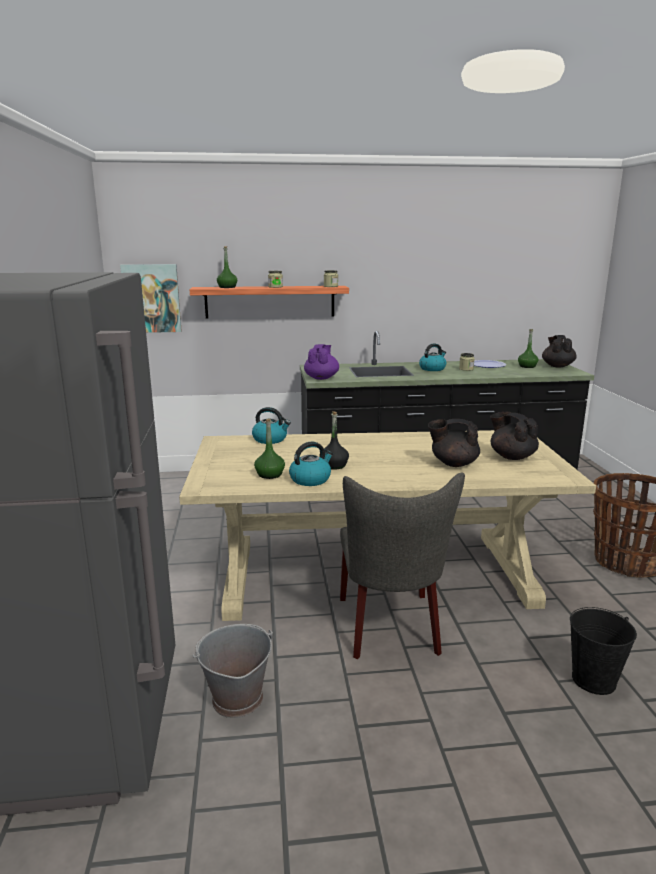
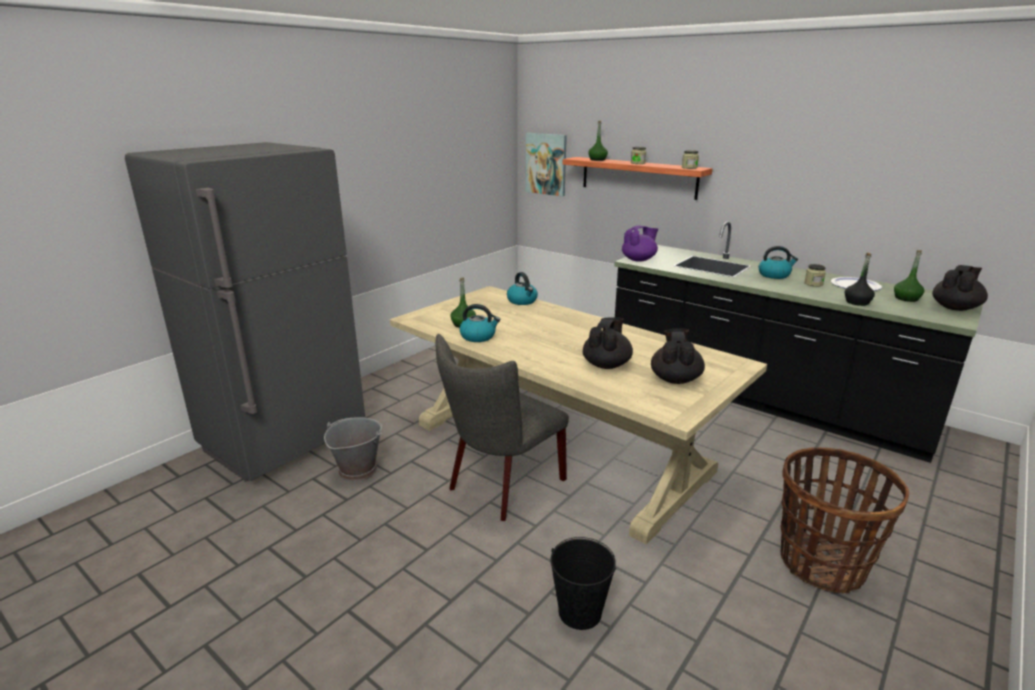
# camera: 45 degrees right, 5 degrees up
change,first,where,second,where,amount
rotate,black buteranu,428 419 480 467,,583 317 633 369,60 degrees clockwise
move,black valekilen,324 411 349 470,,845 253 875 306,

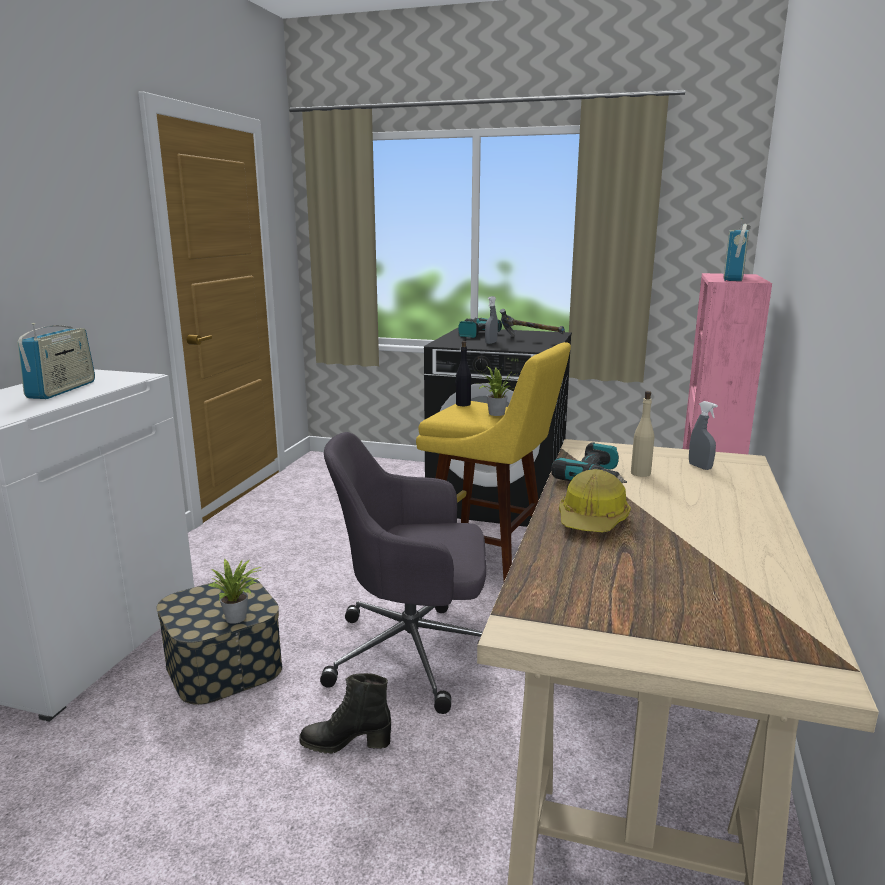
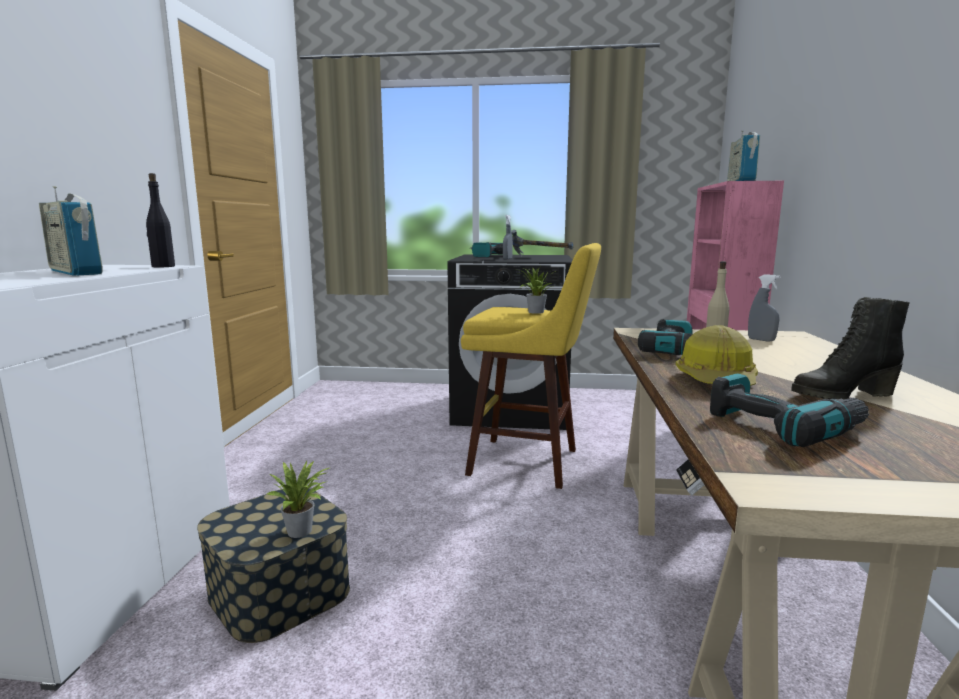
# camera: 10 degrees left, 5 degrees down
change,first,where,second,where,amount
rotate,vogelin,17 323 95 399,,39 186 103 276,135 degrees clockwise
move,black valekilen,455 341 471 406,,146 173 175 267,
insert,,,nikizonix,710 373 869 447,
move,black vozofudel,299 673 391 754,,791 297 910 400,
delete,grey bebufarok,320 432 486 714,,,

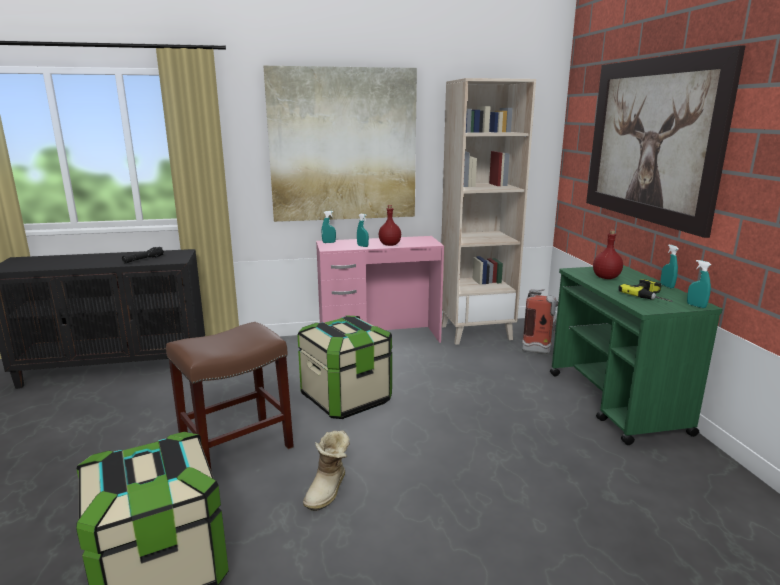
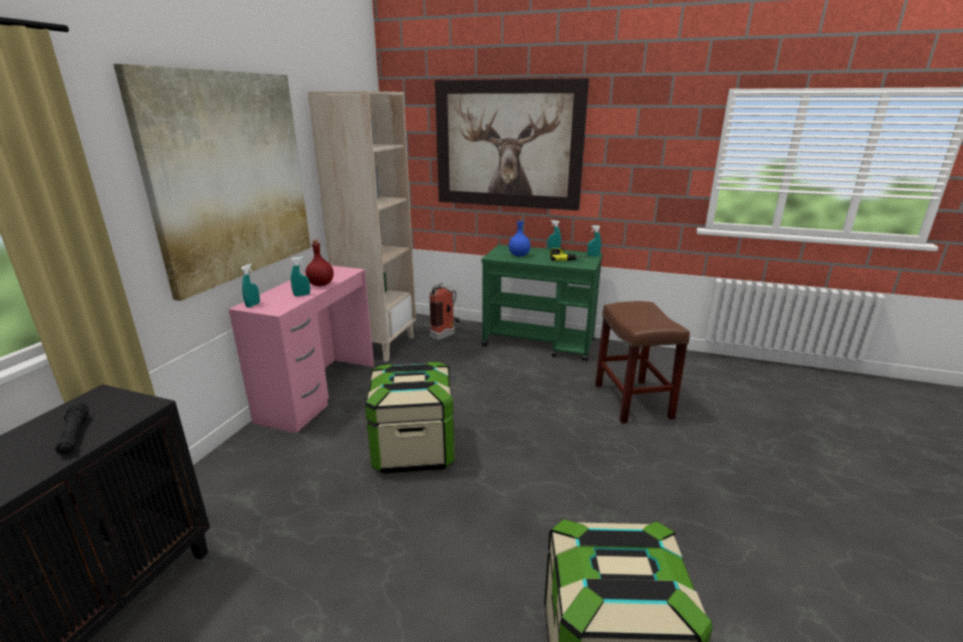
# camera: 60 degrees left, 5 degrees up
change,first,where,second,where,amount
recolor,red valekilen,593 230 623 279,blue valekilen,509 218 531 256,
move,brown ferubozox,166 322 294 469,,595 301 690 424,
delete,vozofudel,303 431 350 511,,,

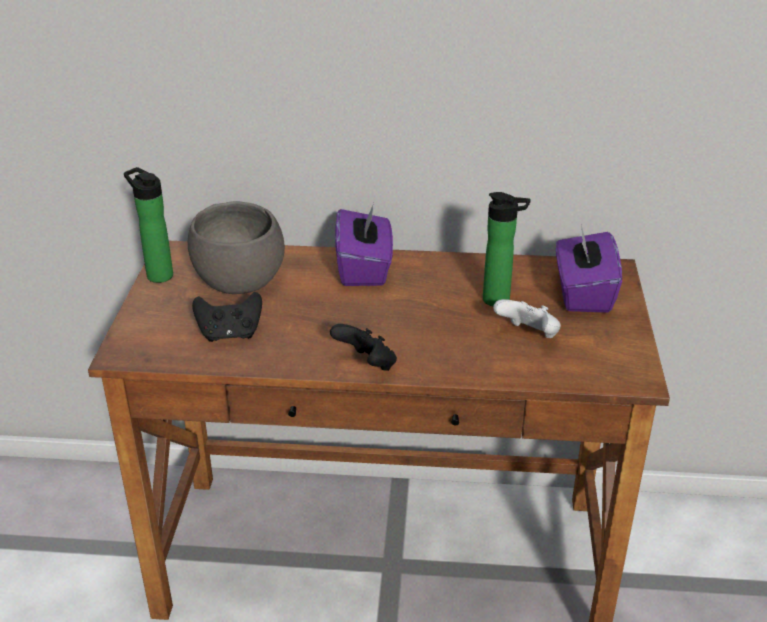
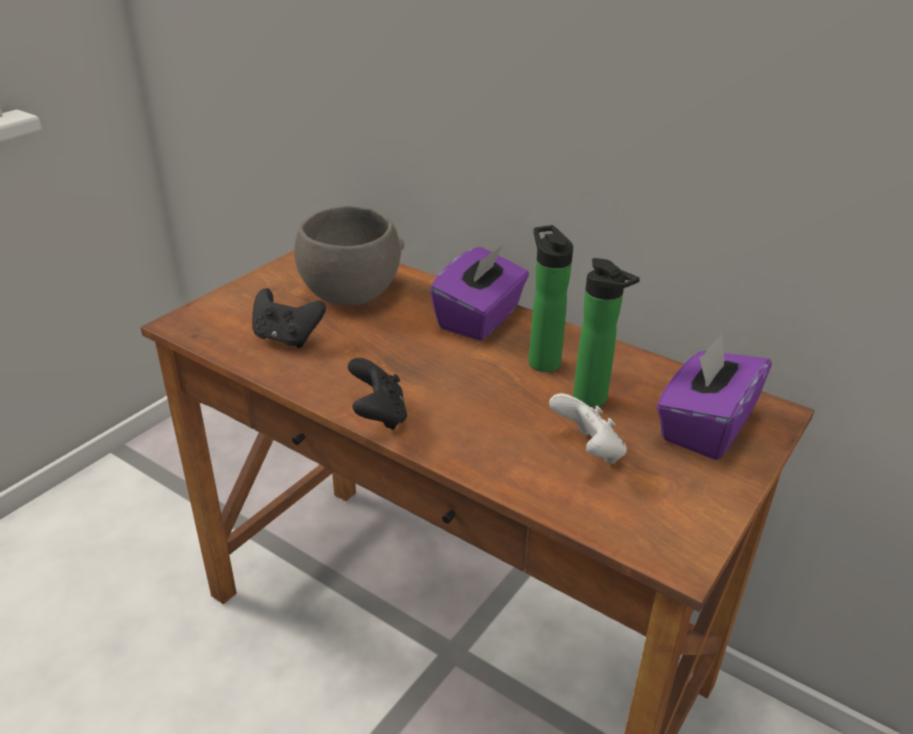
# camera: 30 degrees right, 0 degrees up
change,first,where,second,where,amount
move,valekilen,124 167 173 283,,529 225 573 372,

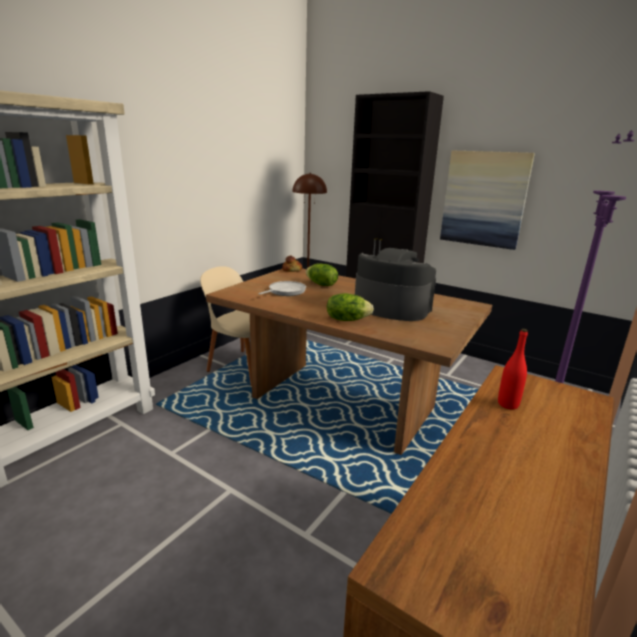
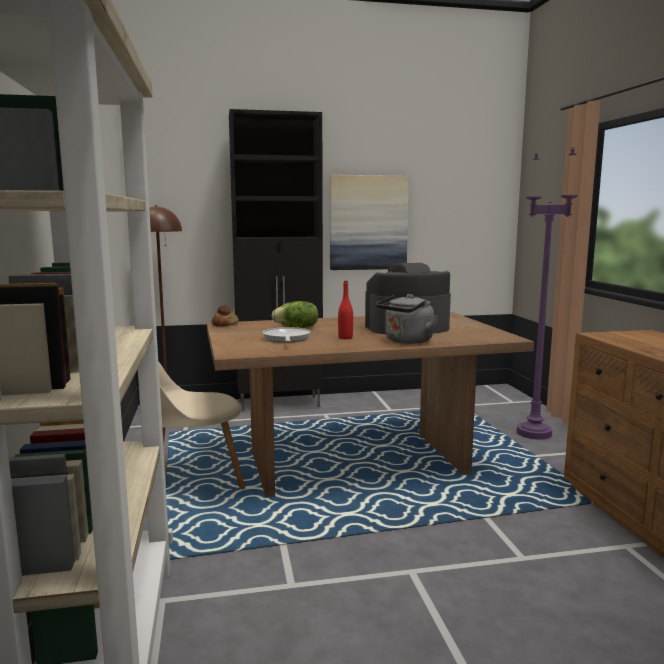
# camera: 45 degrees left, 10 degrees down
change,first,where,second,where,amount
move,red valekilen,498 329 528 409,,338 281 353 339,
replace,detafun,327 293 374 321,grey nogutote,376 294 439 344,

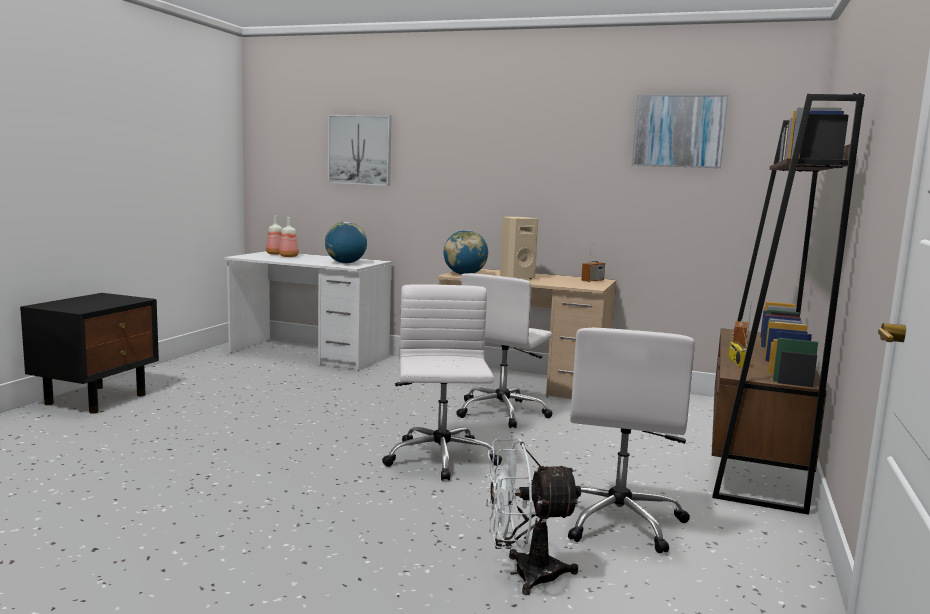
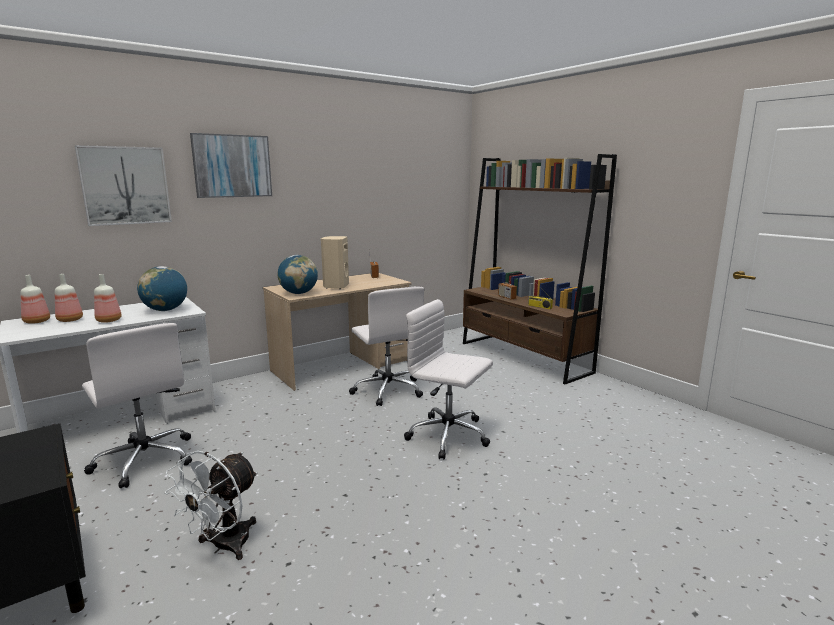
# camera: 55 degrees left, 5 degrees up
change,first,where,second,where,amount
move,white bebufarok,568 328 695 554,,82 323 192 488,
insert,,,valekilen,94 274 122 323,
move,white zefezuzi,486 439 582 595,,165 451 258 560,
move,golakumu,632 95 728 168,,190 133 272 198,

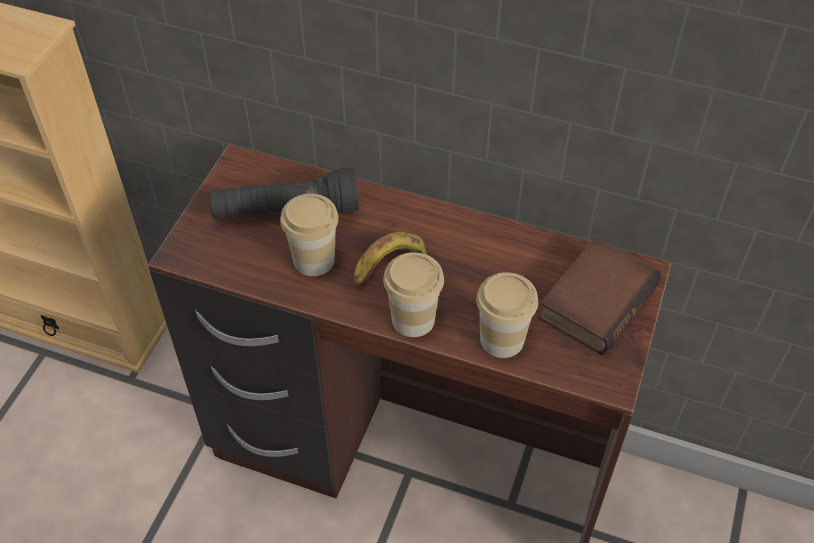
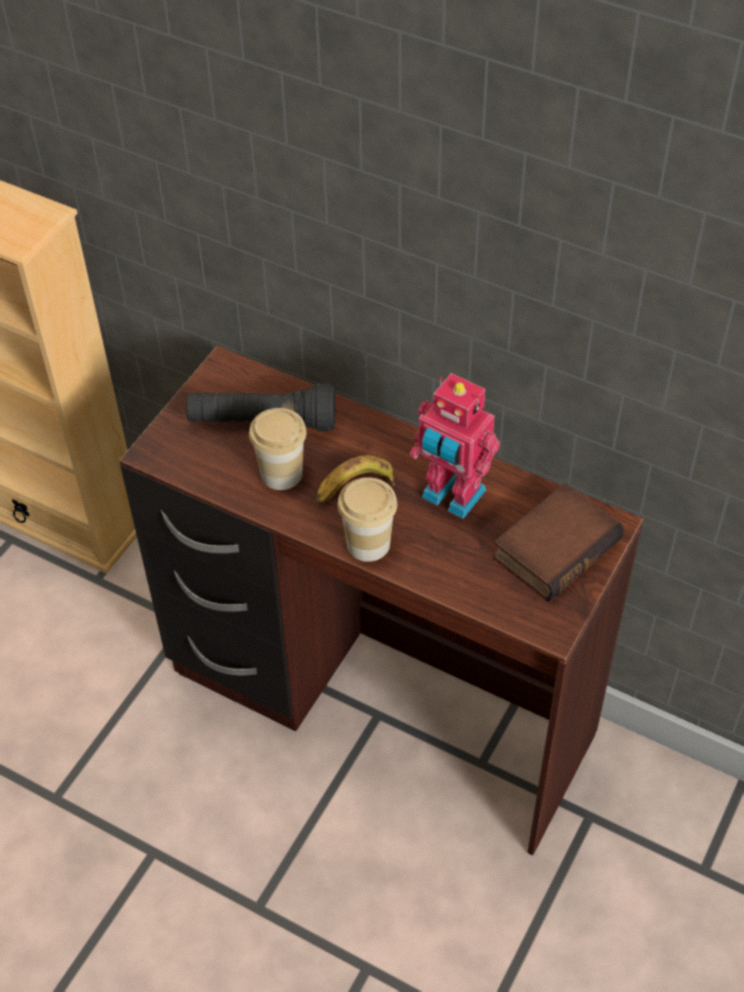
# camera: 10 degrees right, 0 degrees up
change,first,where,second,where,amount
insert,,,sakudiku,410 373 500 519,
delete,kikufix,476 272 538 358,,,

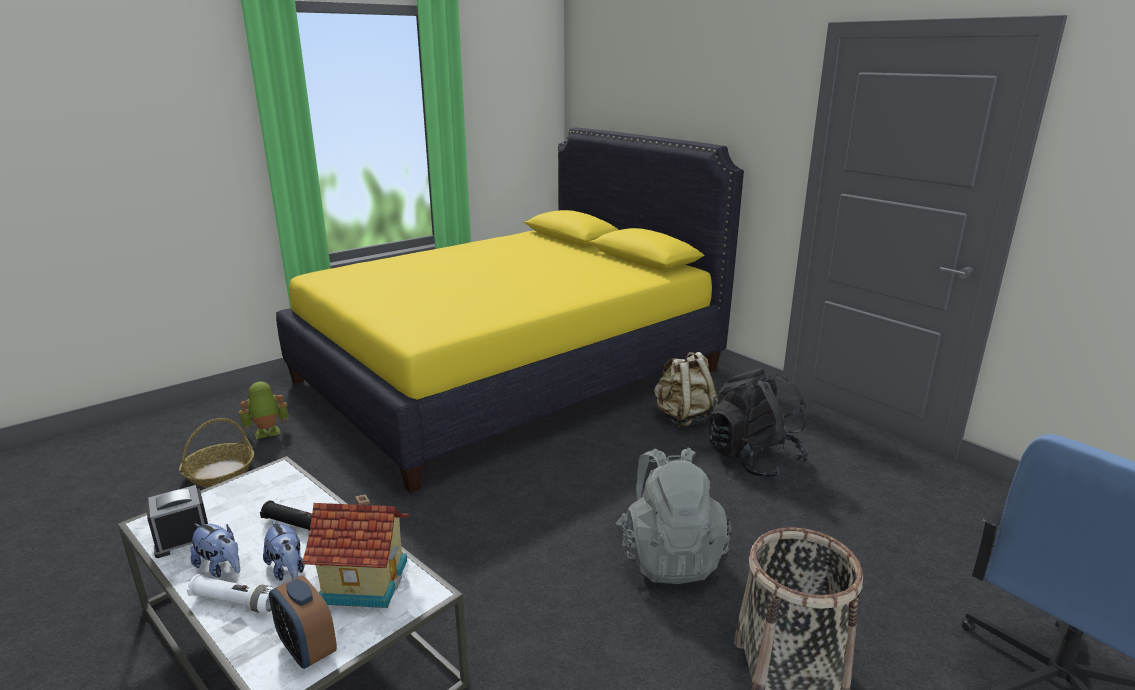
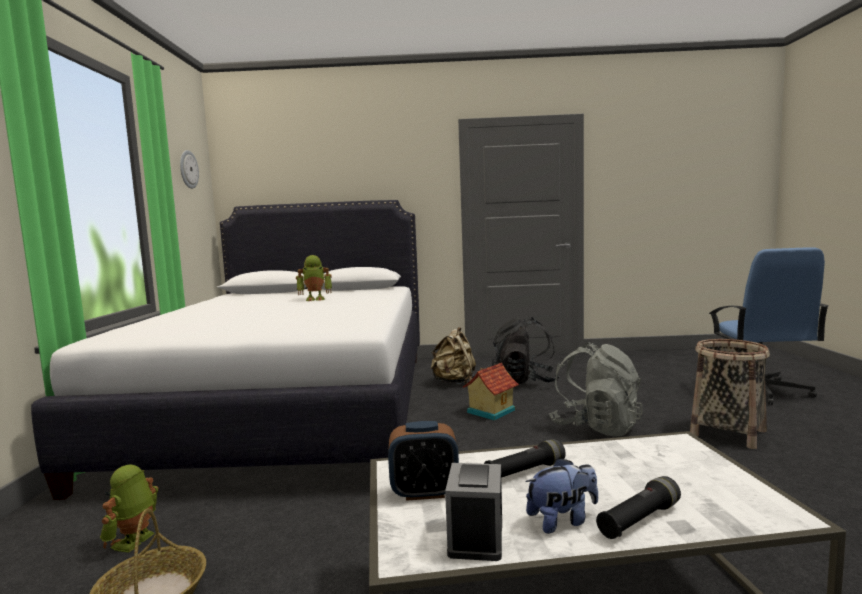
# camera: 50 degrees left, 15 degrees down
change,first,where,second,where,amount
recolor,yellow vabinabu,276 128 744 493,white vabinabu,31 200 420 500,
insert,,,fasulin,180 150 199 189,
insert,,,sakudiku,296 255 332 301,
move,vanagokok,269 575 337 669,,388 421 459 501,
move,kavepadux,302 495 409 608,,462 363 519 421,
recolor,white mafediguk,187 574 274 614,black mafediguk,596 476 681 539,
delete,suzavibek,263 521 304 581,,,

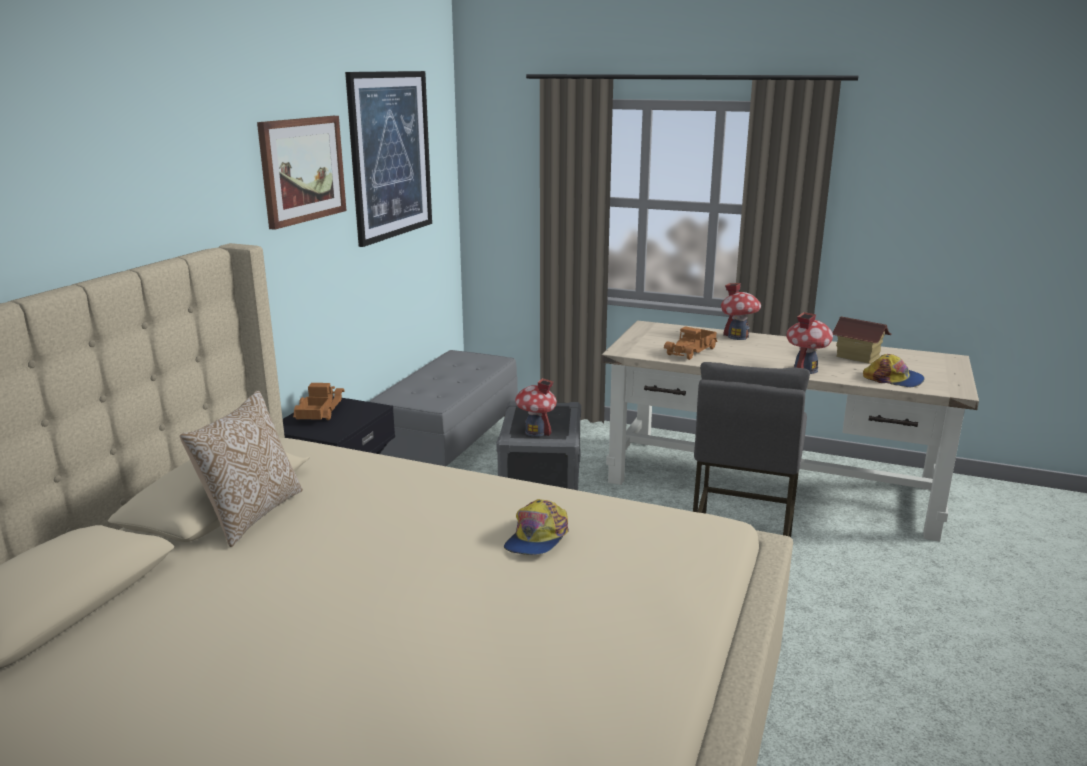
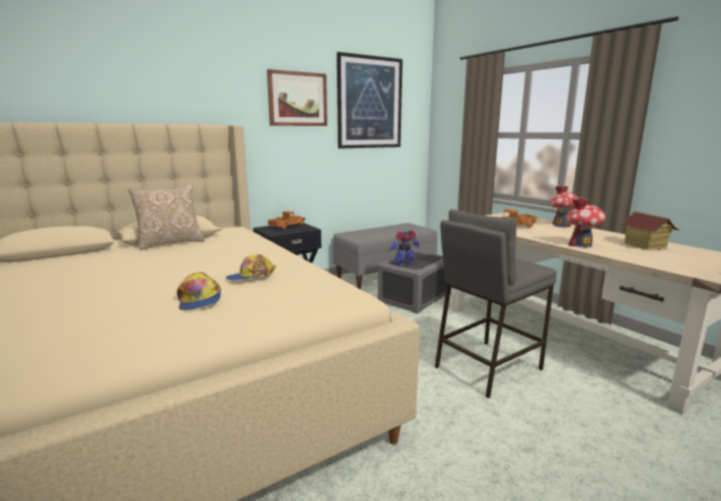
# camera: 35 degrees right, 5 degrees down
change,first,where,second,where,amount
move,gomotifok,863 354 925 387,,177 272 221 310,
replace,kavepadux,515 378 557 437,sakudiku,389 230 419 266,

